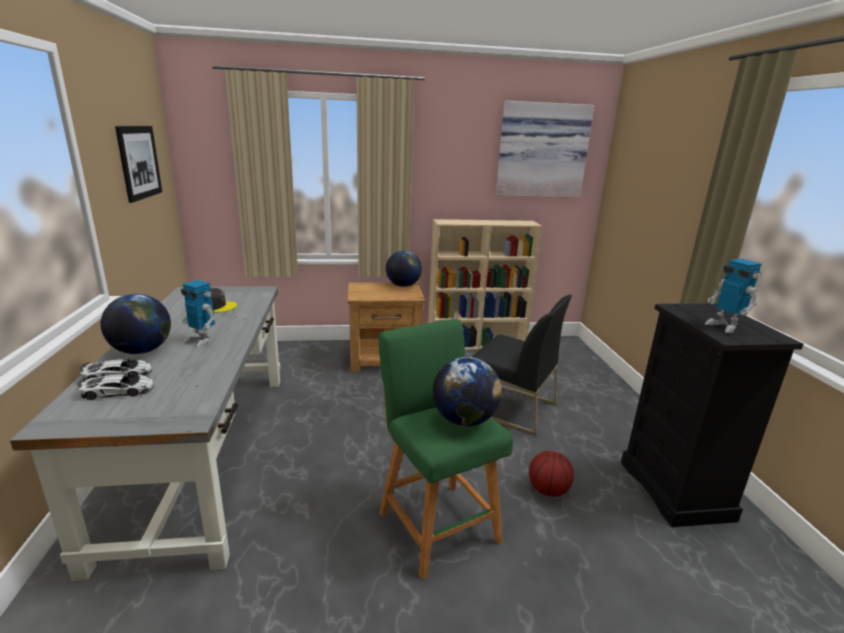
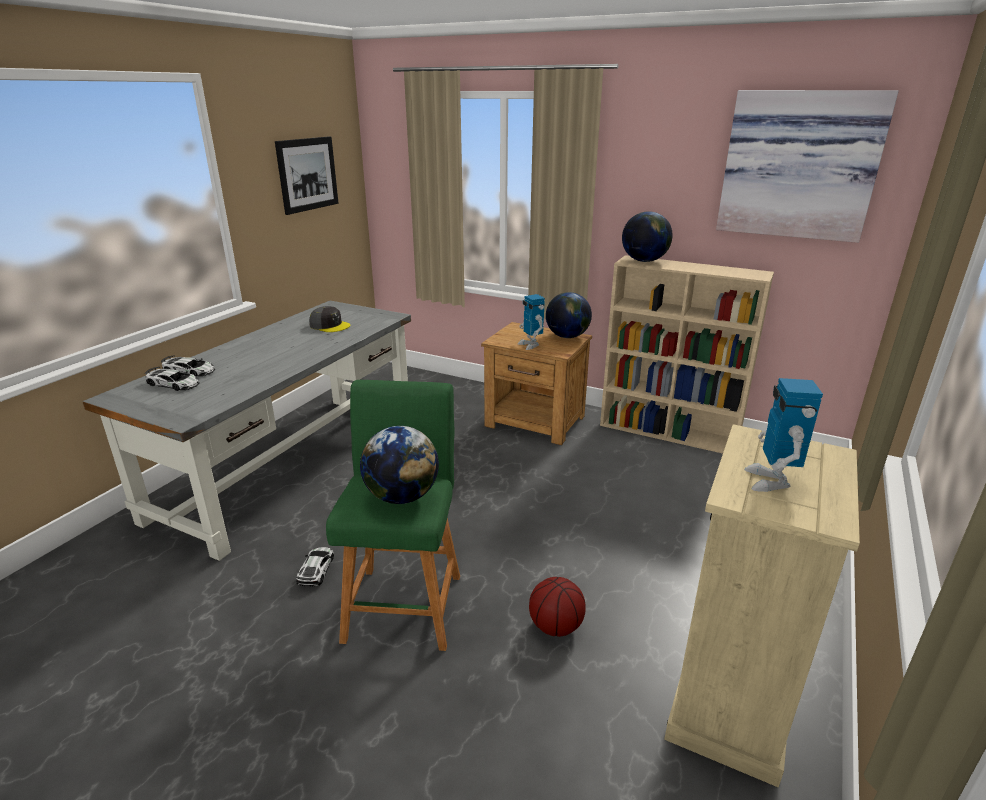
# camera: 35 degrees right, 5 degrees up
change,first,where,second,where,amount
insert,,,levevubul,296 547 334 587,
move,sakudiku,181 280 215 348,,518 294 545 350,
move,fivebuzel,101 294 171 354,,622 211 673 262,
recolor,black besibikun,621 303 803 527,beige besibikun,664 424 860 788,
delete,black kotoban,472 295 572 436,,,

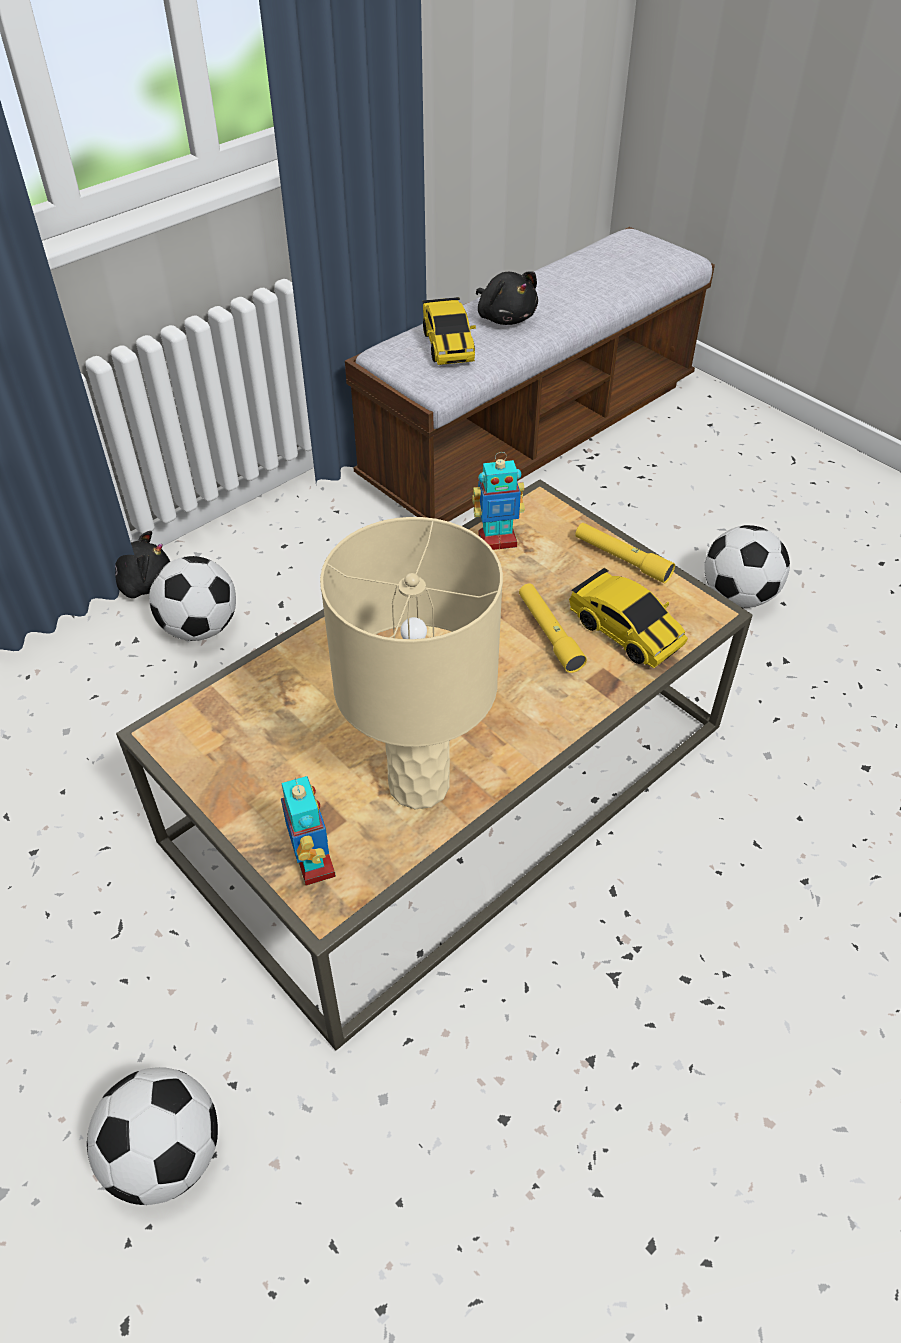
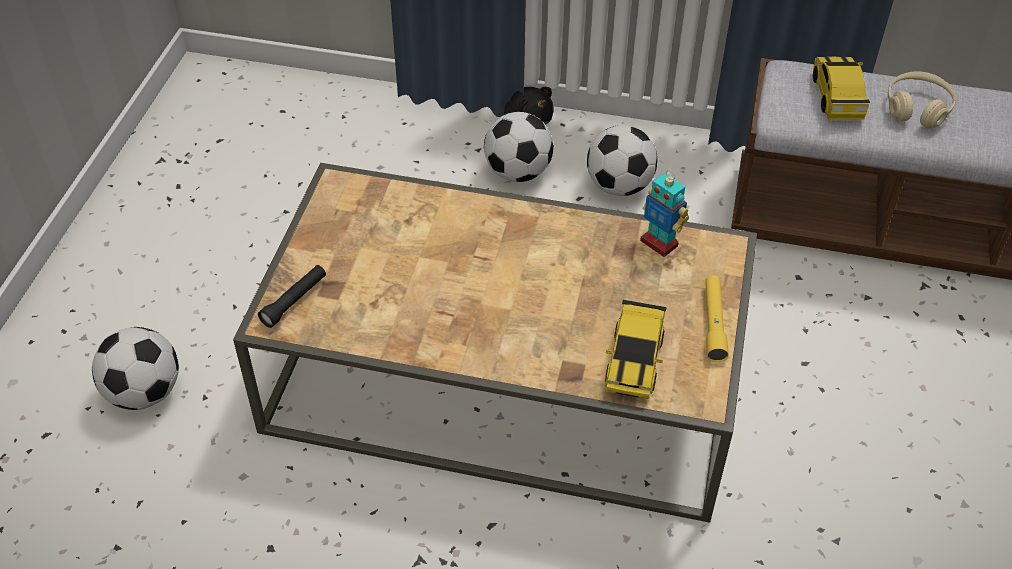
# camera: 55 degrees right, 0 degrees up
change,first,where,second,where,amount
replace,sakudiku,281 776 336 886,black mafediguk,258 265 326 328,
move,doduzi,704 525 790 608,,587 125 657 196,
rotate,levevubul,422 297 476 365,,813 57 870 119,135 degrees clockwise
replace,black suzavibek,476 271 538 325,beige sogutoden,888 71 956 129,
delete,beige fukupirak,320 517 503 809,,,
delete,yellow mafediguk,519 584 587 673,,,

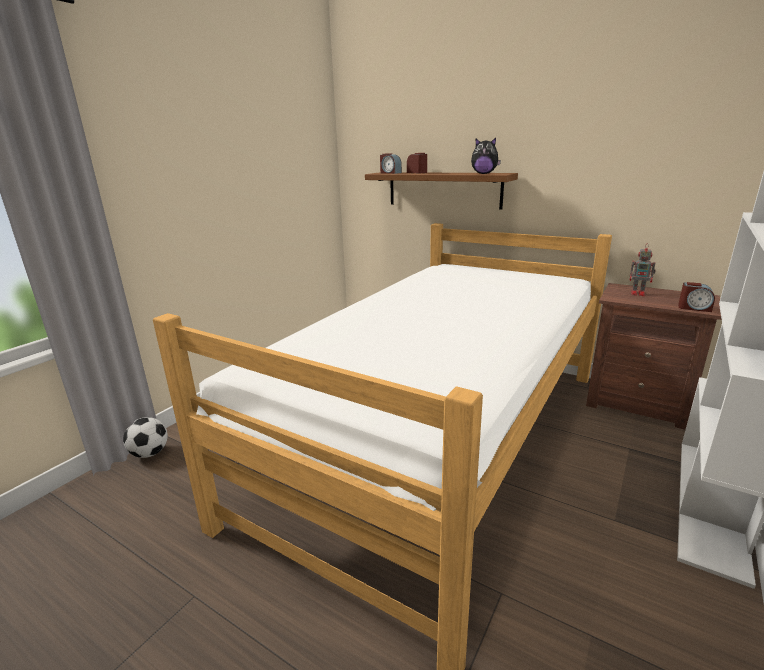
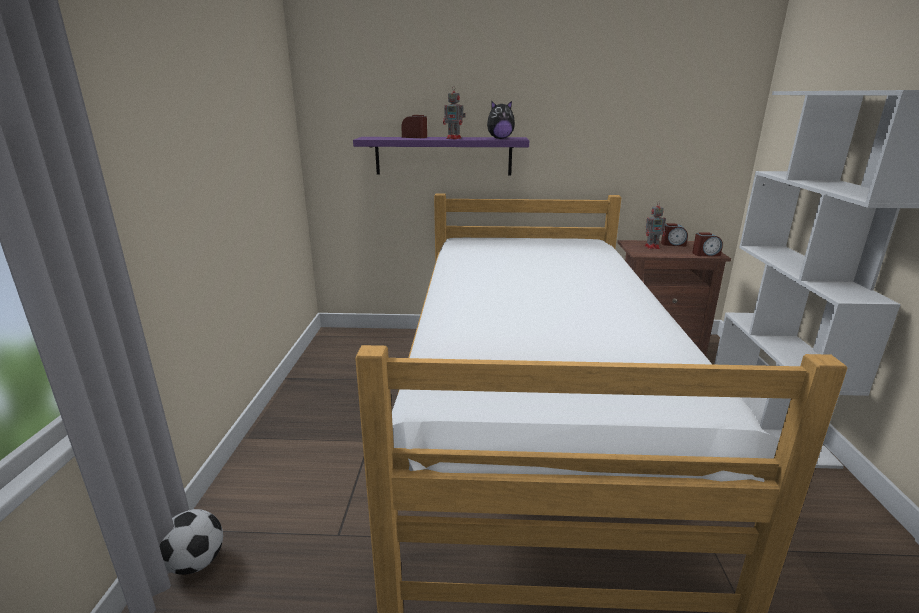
# camera: 30 degrees left, 0 degrees up
change,first,where,second,where,amount
recolor,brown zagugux,365 172 518 210,purple zagugux,353 137 529 175,
insert,,,sakudiku,443 86 466 139,
move,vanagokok,380 154 402 174,,661 223 688 247,

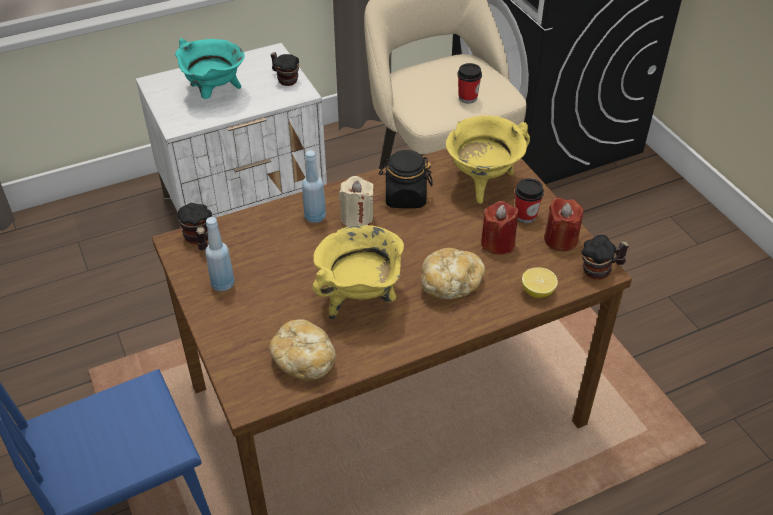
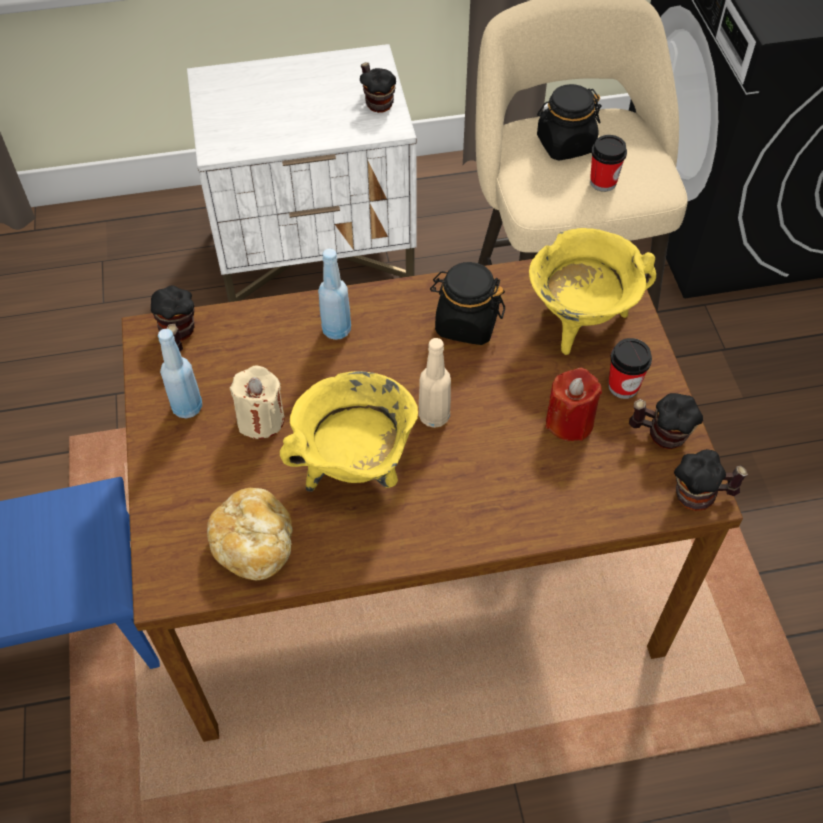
# camera: 15 degrees right, 10 degrees up
change,first,where,second,where,amount
move,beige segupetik,339 176 374 227,,230 366 285 439,
insert,,,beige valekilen,419 338 451 428,
insert,,,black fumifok,537 84 601 161,
replace,red segupetik,544 197 584 251,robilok,629 393 703 449,
delete,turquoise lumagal,175 38 245 99,,,
delete,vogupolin,421 248 485 299,,,
delete,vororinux,522 267 558 298,,,

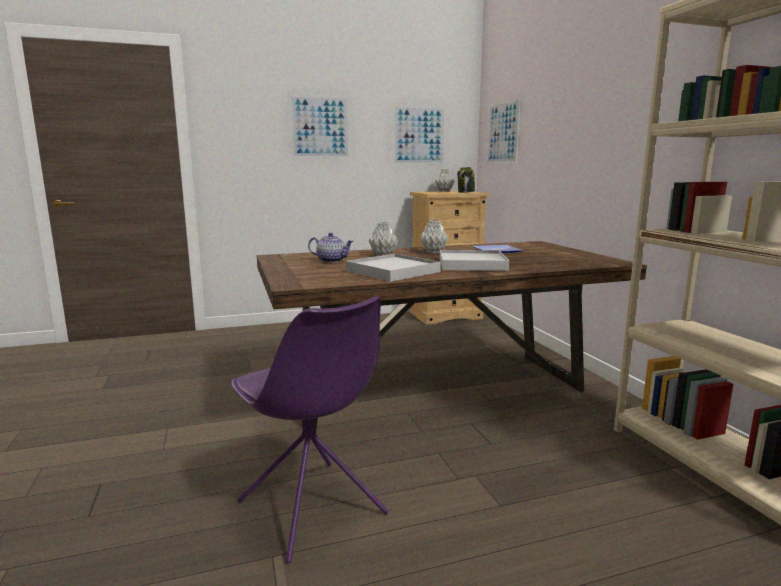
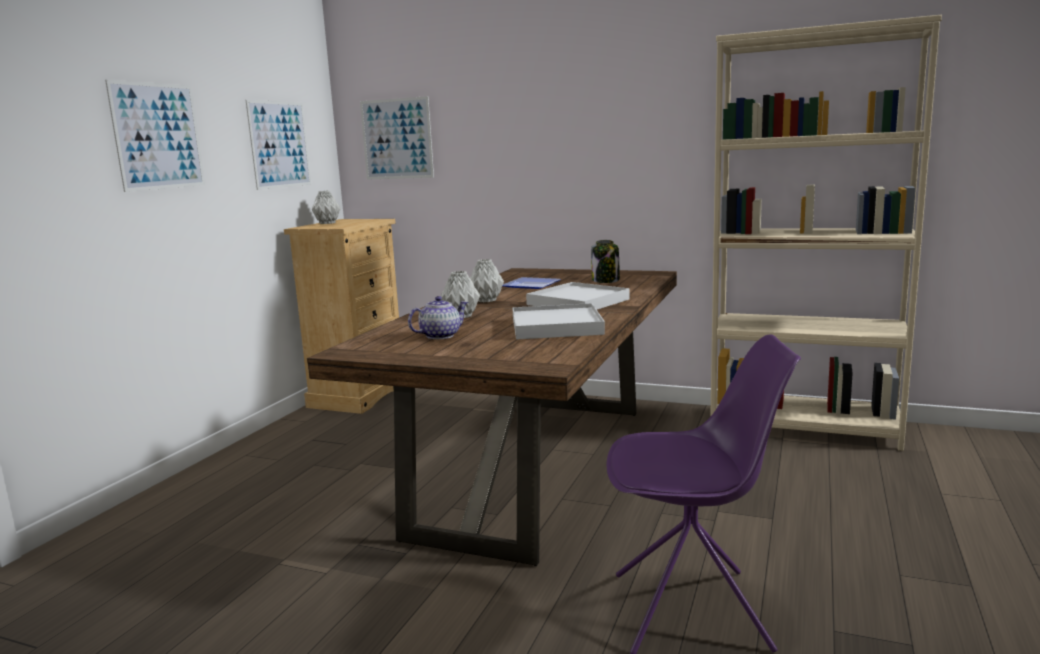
# camera: 50 degrees left, 0 degrees up
change,first,where,second,where,amount
move,fumifok,458 167 475 193,,591 240 620 283,

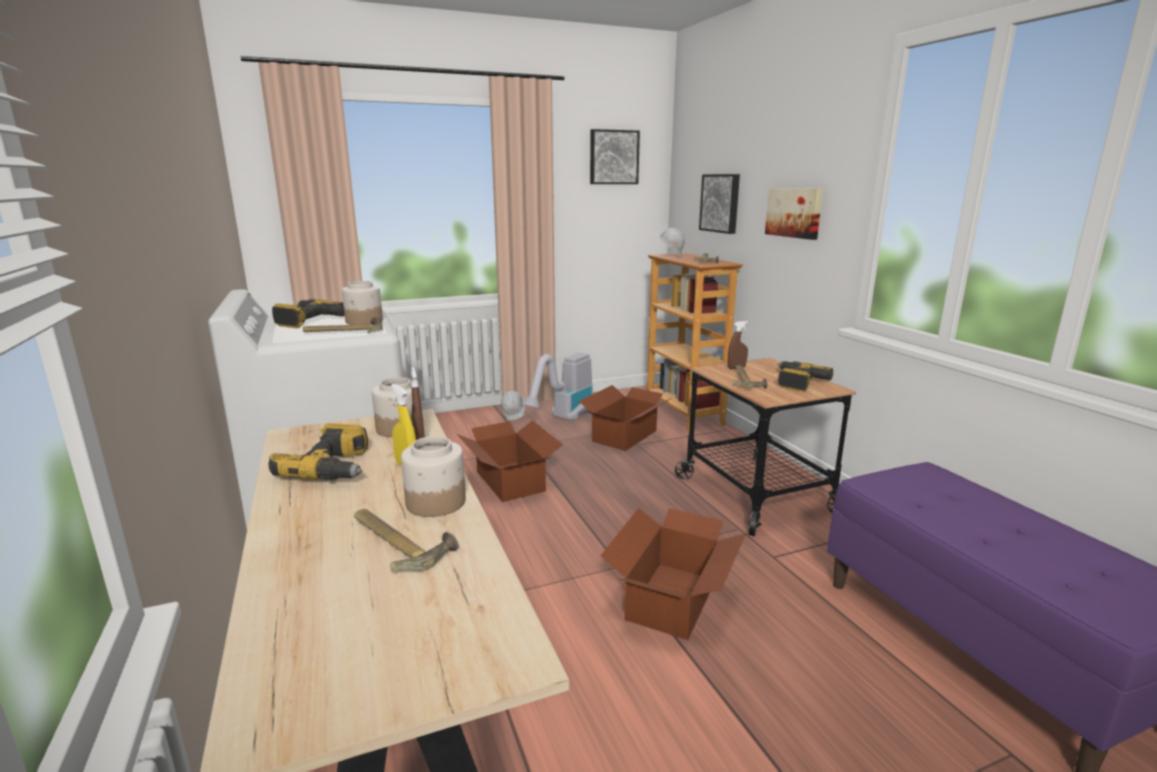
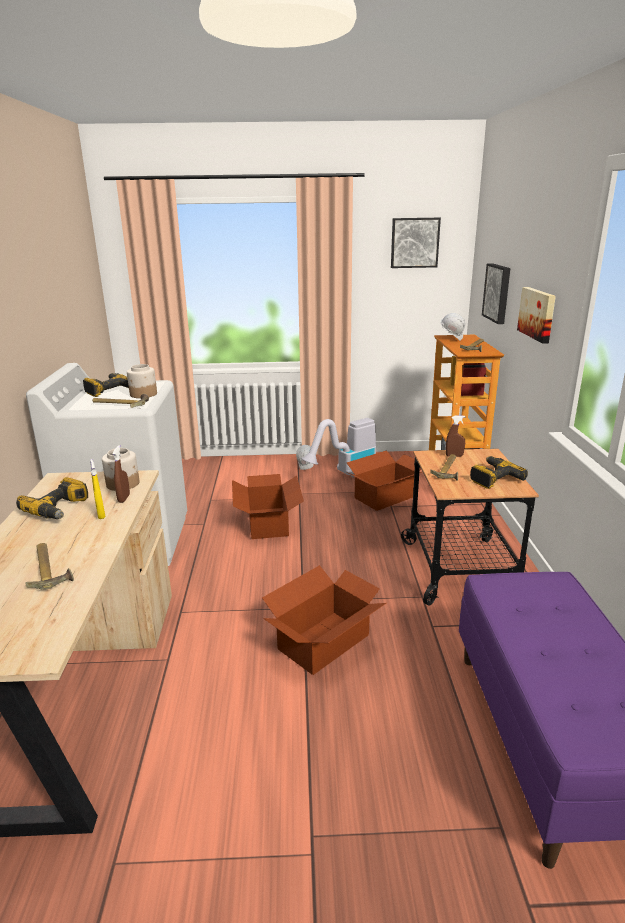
# camera: 20 degrees right, 5 degrees up
change,first,where,second,where,amount
delete,fumifok,401 436 466 517,,,

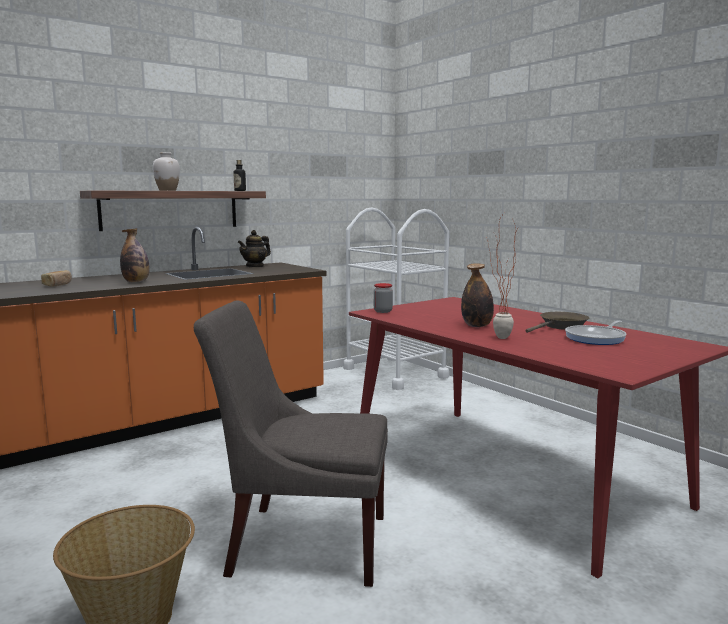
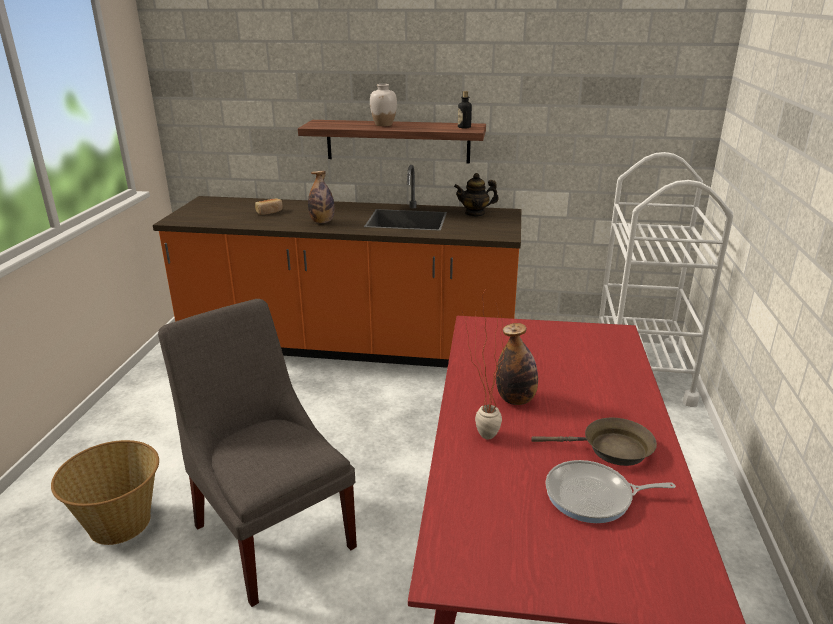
# camera: 45 degrees right, 15 degrees up
change,first,where,second,where,amount
delete,fumifok,374 283 393 313,,,

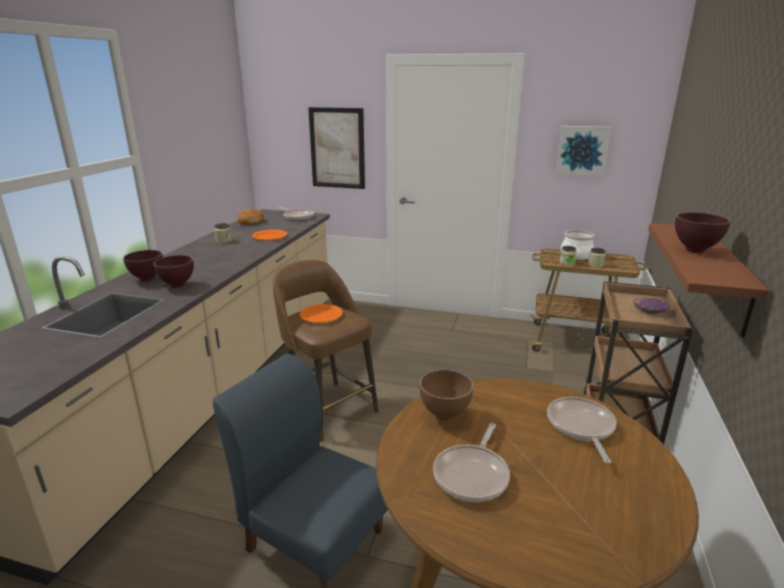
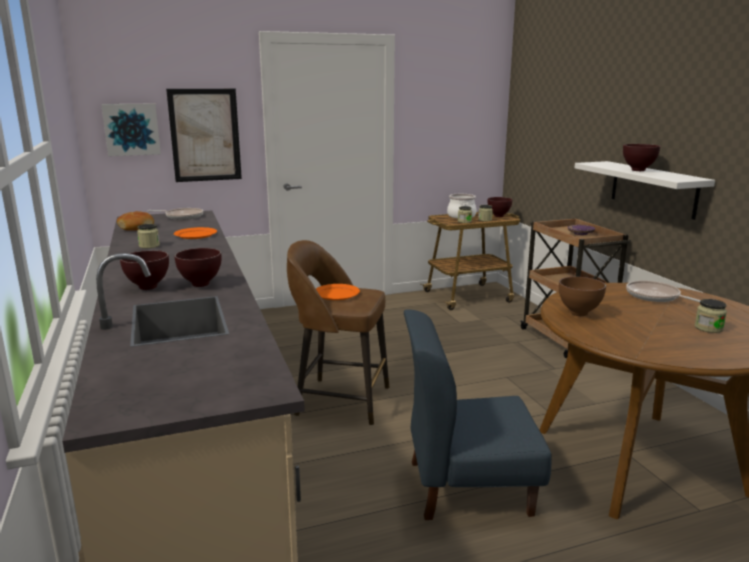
# camera: 35 degrees left, 5 degrees down
change,first,where,second,where,amount
move,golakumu,555 126 612 176,,101 103 161 156,
insert,,,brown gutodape,487 197 512 217,
recolor,brown zagugux,648 223 770 338,white zagugux,574 161 715 220,
insert,,,fumifok,695 299 727 333,
delete,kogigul,433 423 510 502,,,

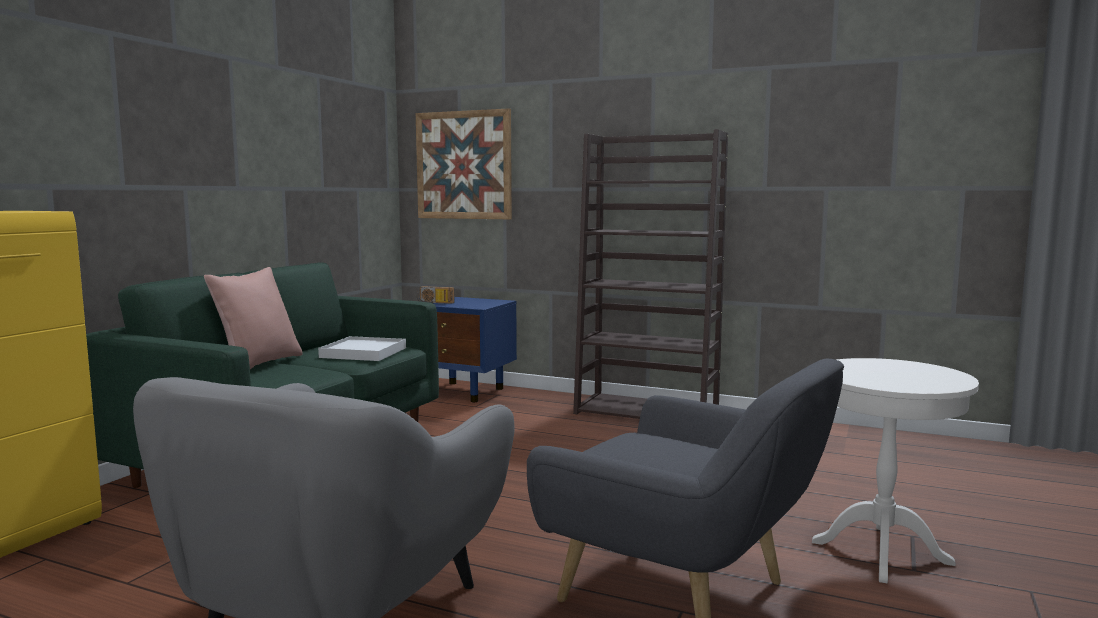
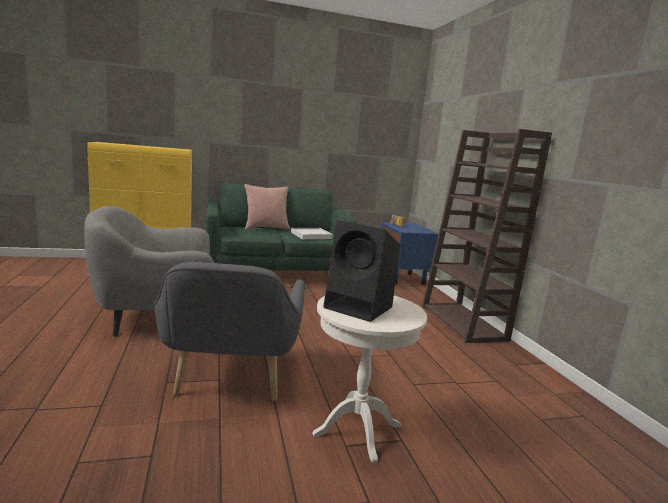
# camera: 50 degrees right, 5 degrees up
change,first,where,second,where,amount
insert,,,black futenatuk,323 221 400 322,
delete,golakumu,416 108 512 219,,,

